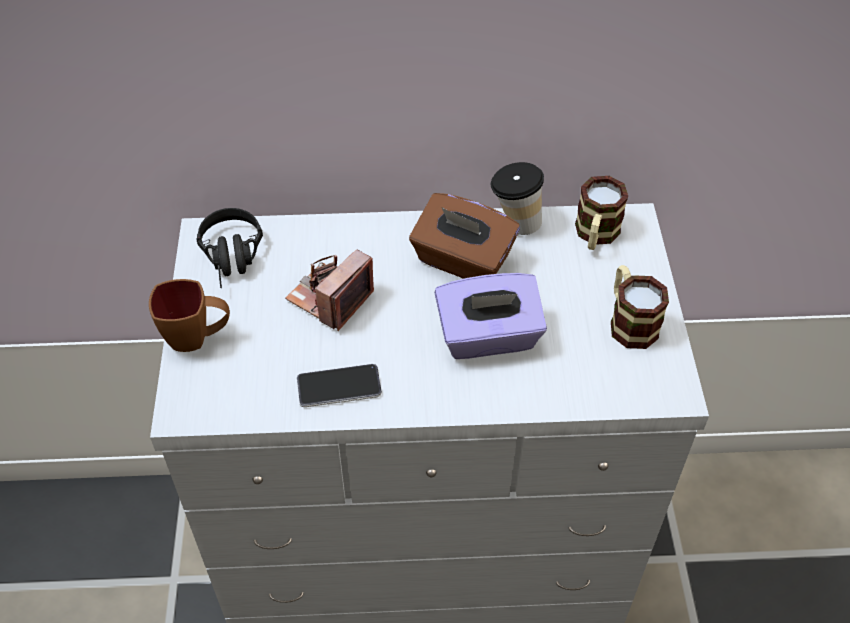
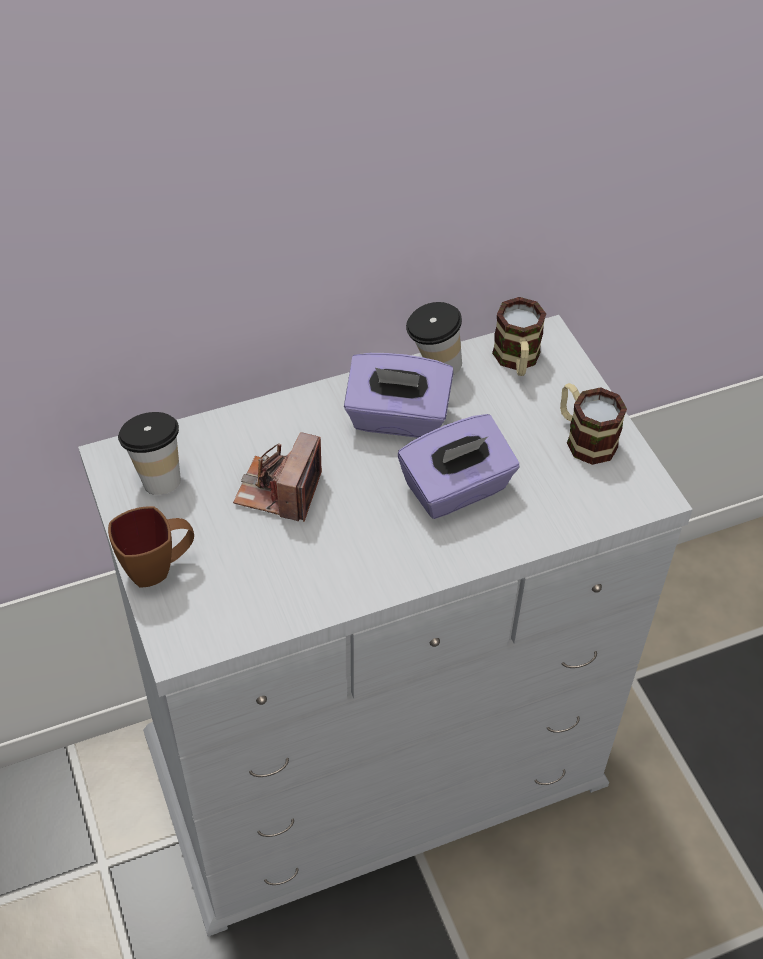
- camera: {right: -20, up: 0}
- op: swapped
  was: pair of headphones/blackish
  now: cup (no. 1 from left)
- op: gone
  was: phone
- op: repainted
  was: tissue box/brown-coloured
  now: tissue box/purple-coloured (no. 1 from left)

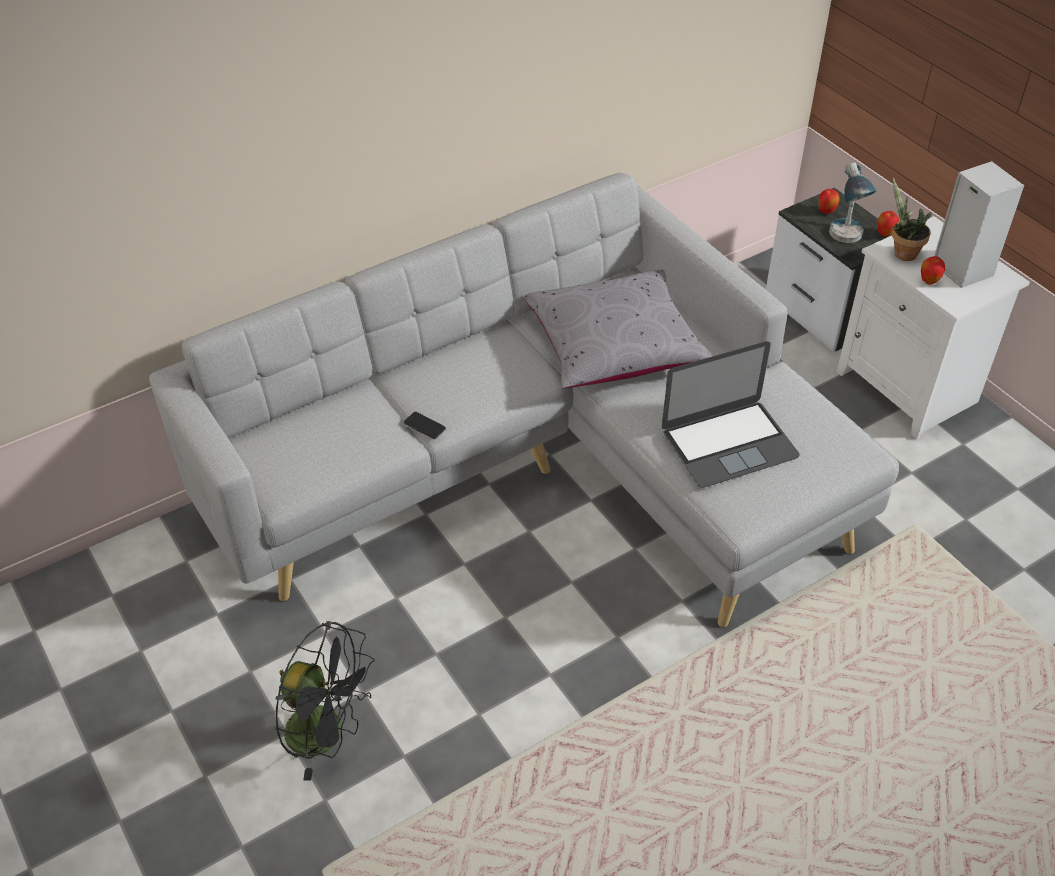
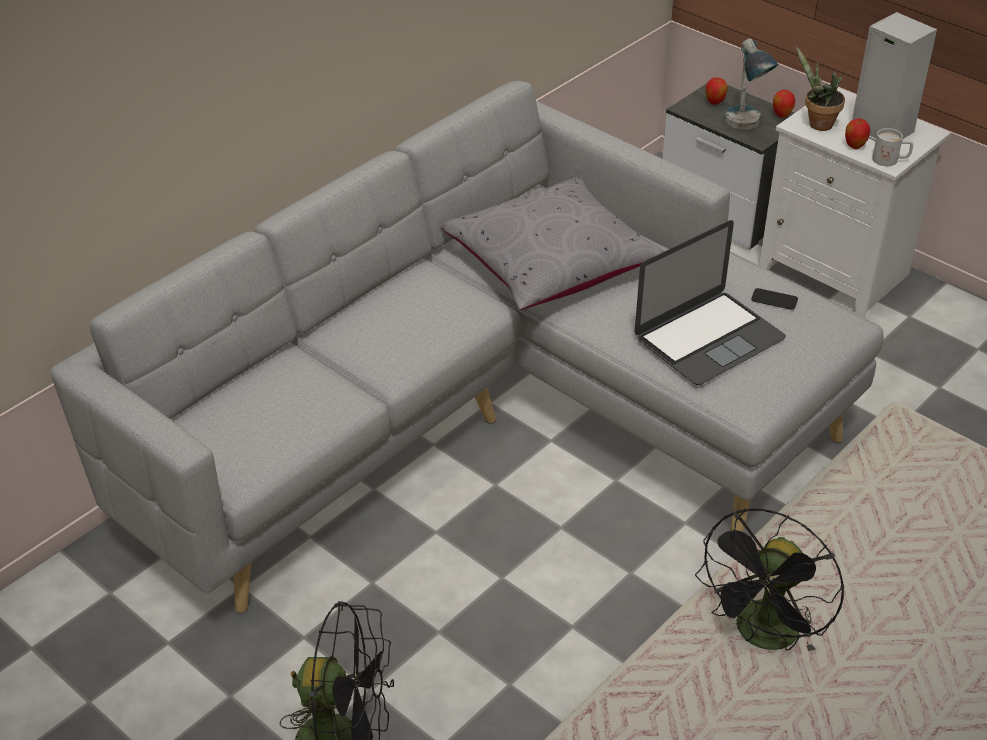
- camera: {right: -15, up: -5}
- op: shifted
  was: phone
- op: new
  now: electric fan/blackish (no. 2 from left)
- op: new
  now: coffee mug/white-coloured

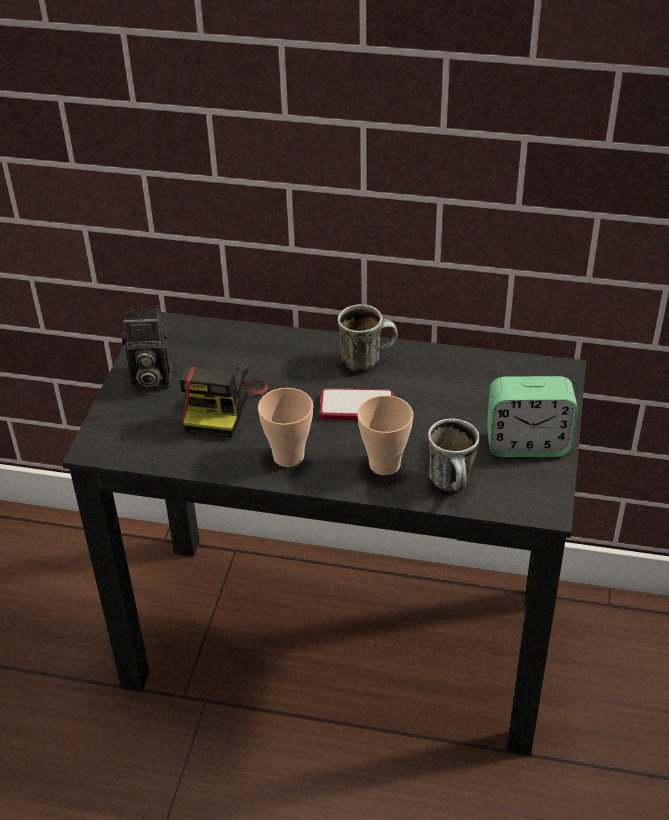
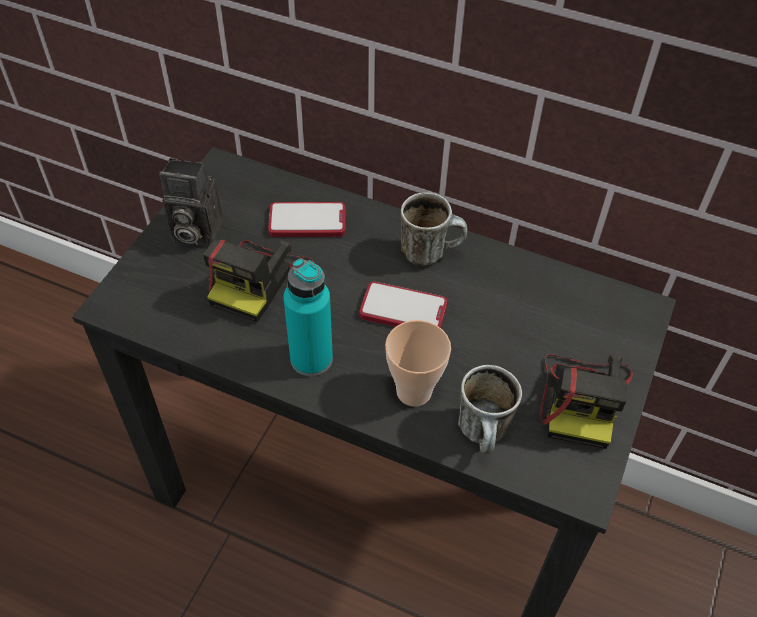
- camera: {right: 10, up: 10}
- op: swapped
  was: cup (no. 1 from left)
  now: drink bottle/blue-green
- op: swapped
  was: bedside clock
  now: photo camera (no. 3 from left)
- op: new
  now: phone (no. 1 from left)

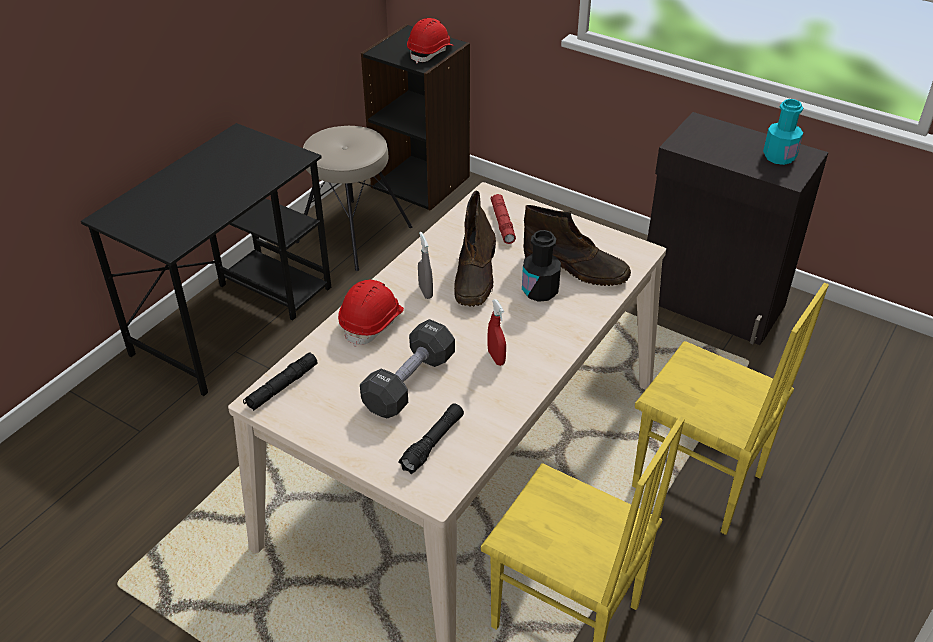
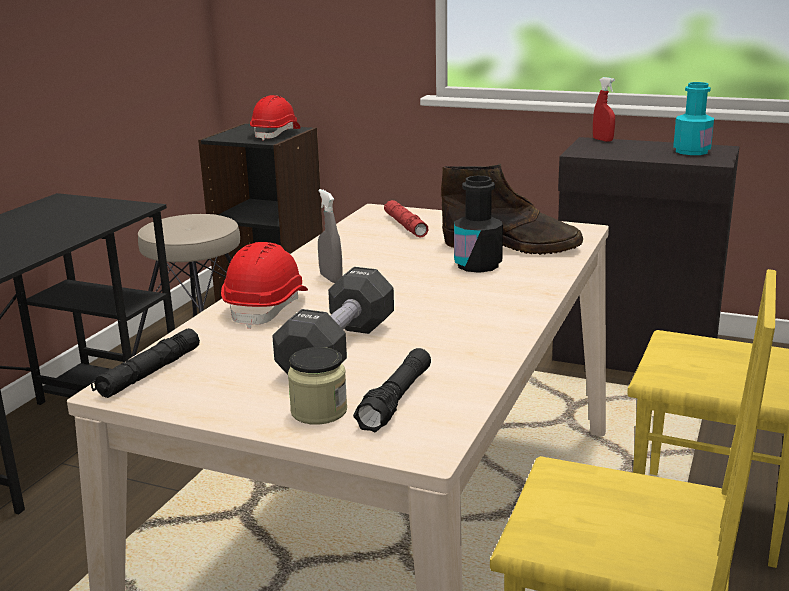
- camera: {right: -10, up: -20}
- op: gone
  was: tall boot/brown-coloured (no. 1 from left)
- op: shifted
  was: spray bottle/red-coloured
- op: new
  now: preserve jar

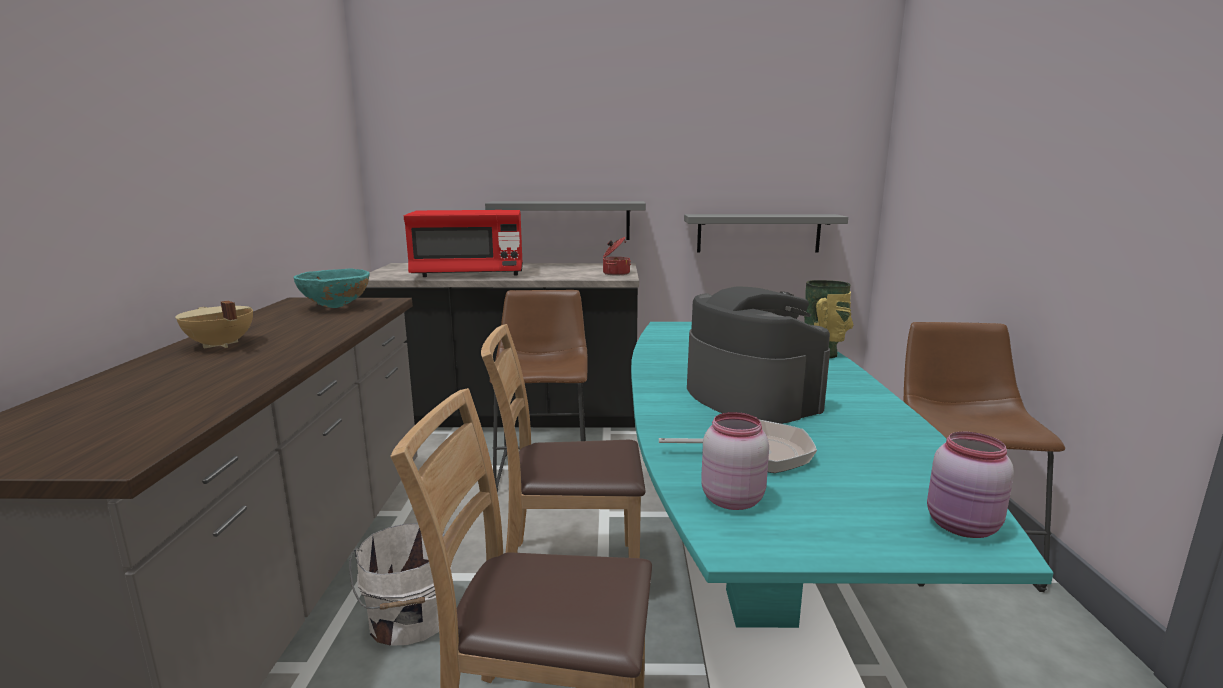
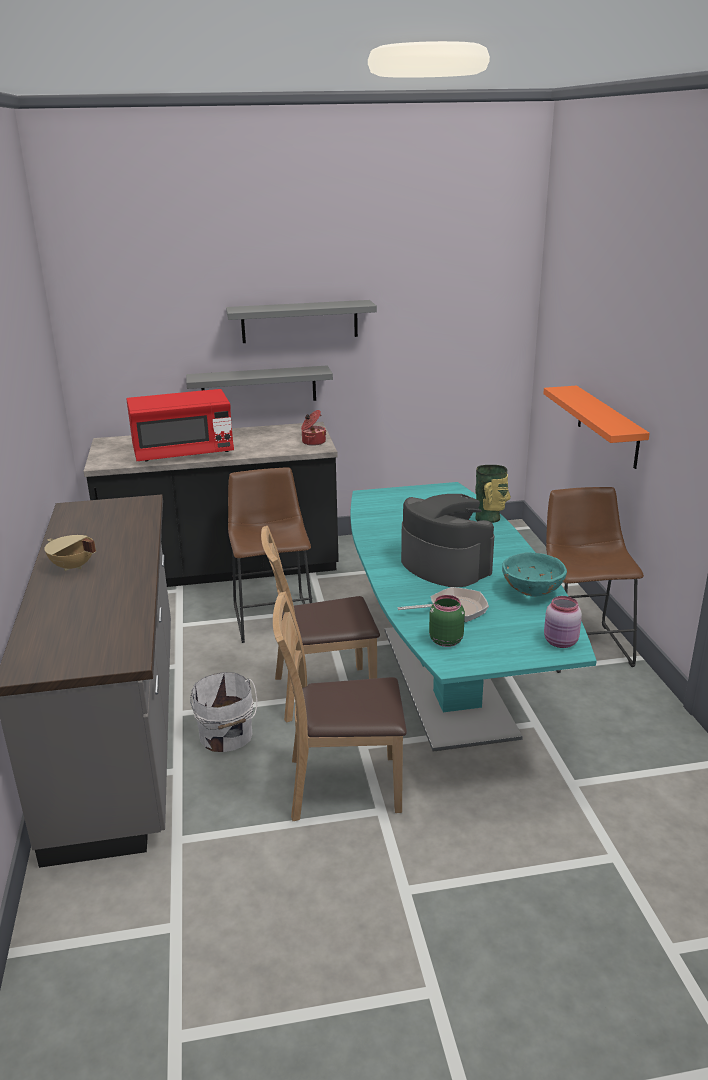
- camera: {right: -10, up: 10}
- op: shifted
  was: deep dish/blue-green
- op: shifted
  was: bracket shelf/greyish (no. 2 from left)
- op: repainted
  was: preserve jar/pinkish (no. 1 from left)
  now: preserve jar/green-coloured
- op: new
  now: bracket shelf/orangey

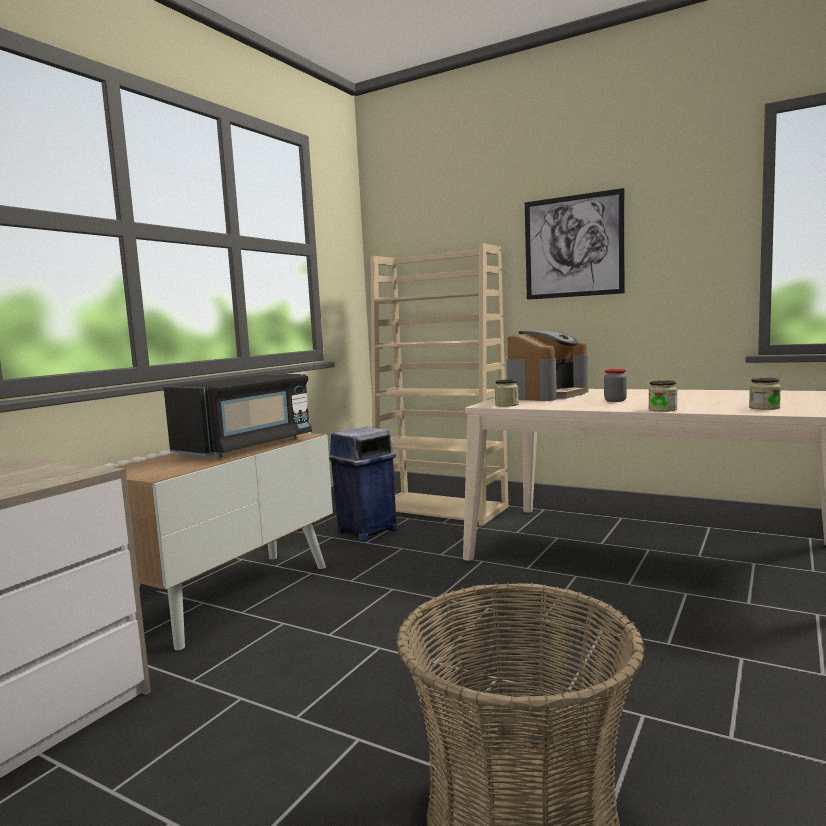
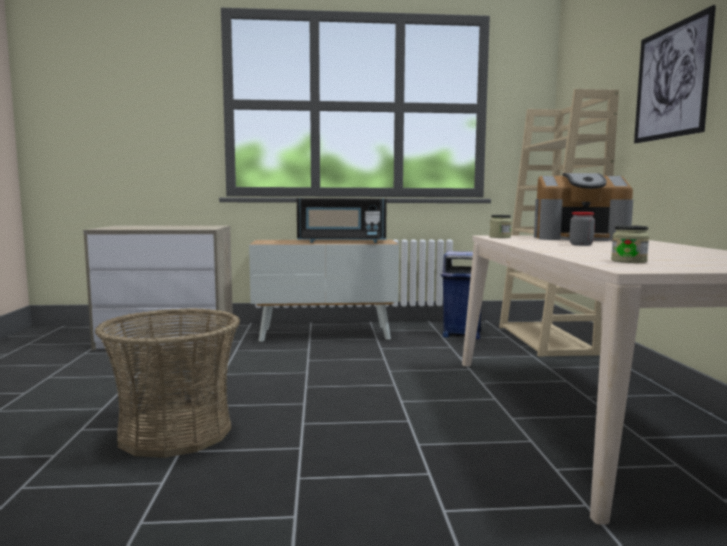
- camera: {right: 55, up: 0}
- op: gone
  was: preserve jar (no. 3 from left)

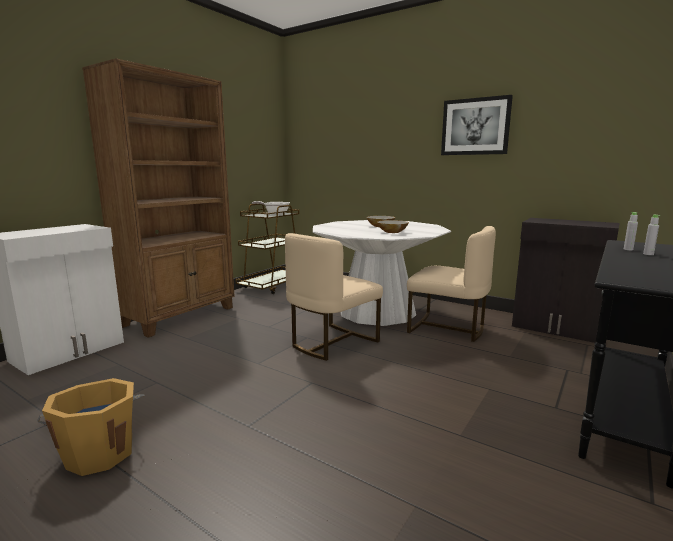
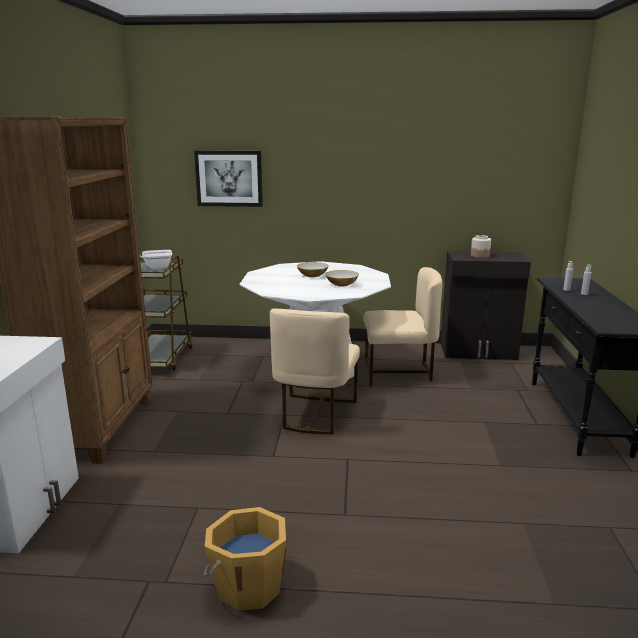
- camera: {right: -30, up: 5}
- op: shifted
  was: wall picture
- op: new
  now: preserve jar

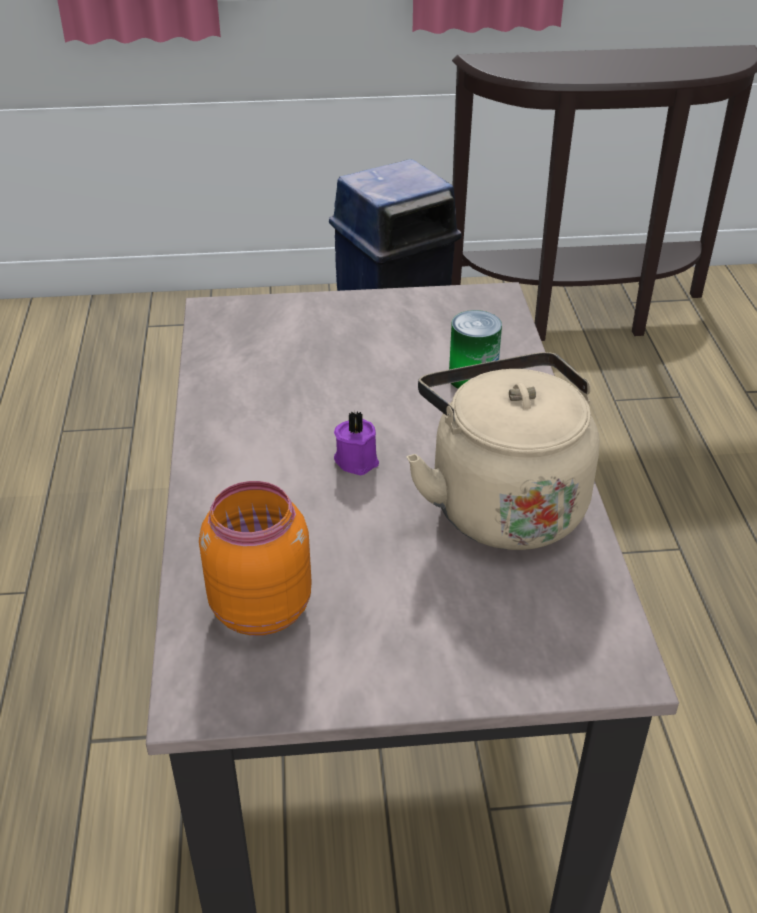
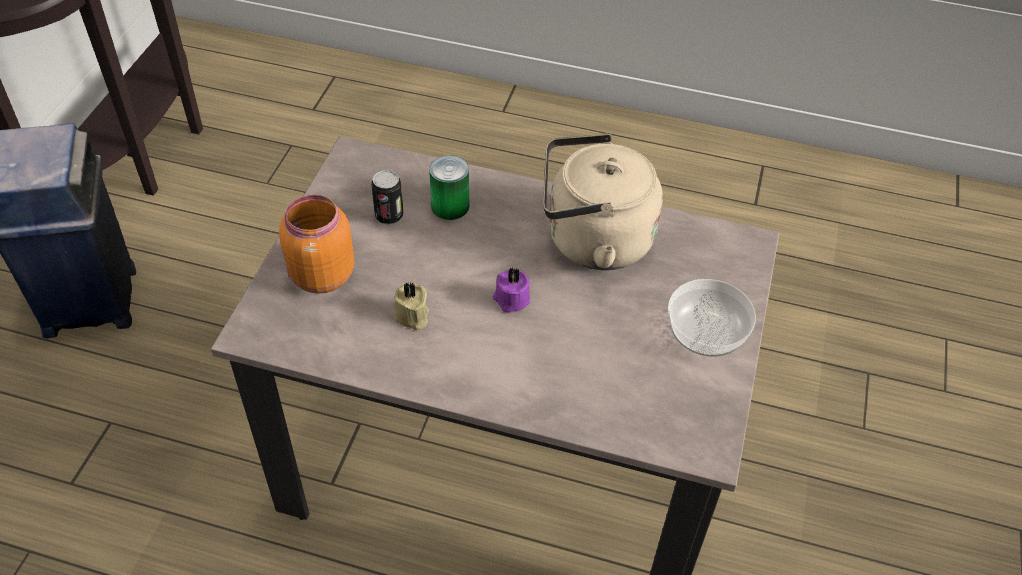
- camera: {right: -70, up: 10}
- op: shifted
  was: preserve jar/orangey
- op: new
  now: metal can (no. 1 from left)
- op: new
  now: wax candle/sand-coloured
- op: new
  now: deep dish

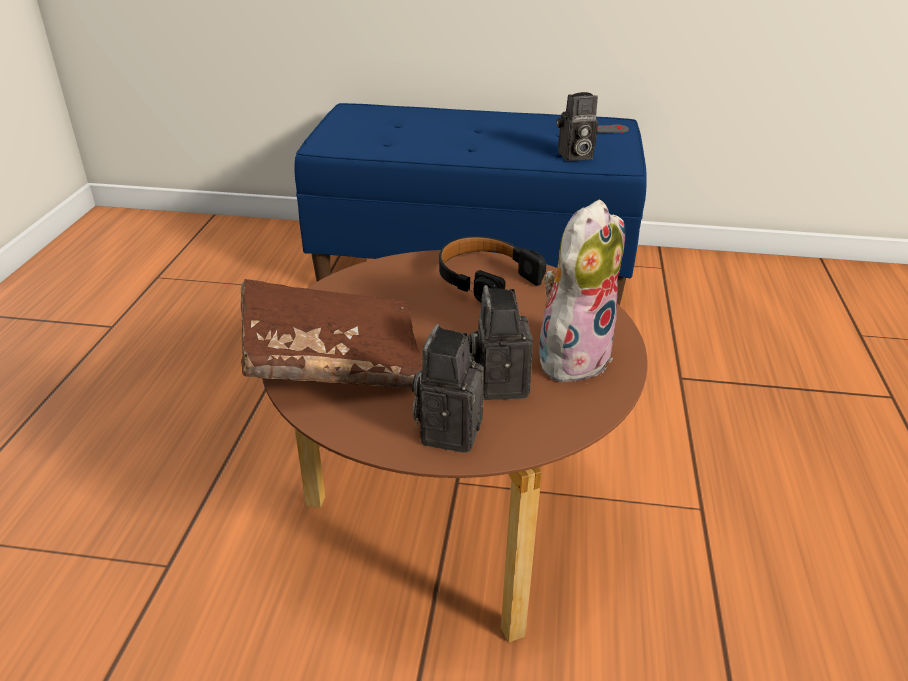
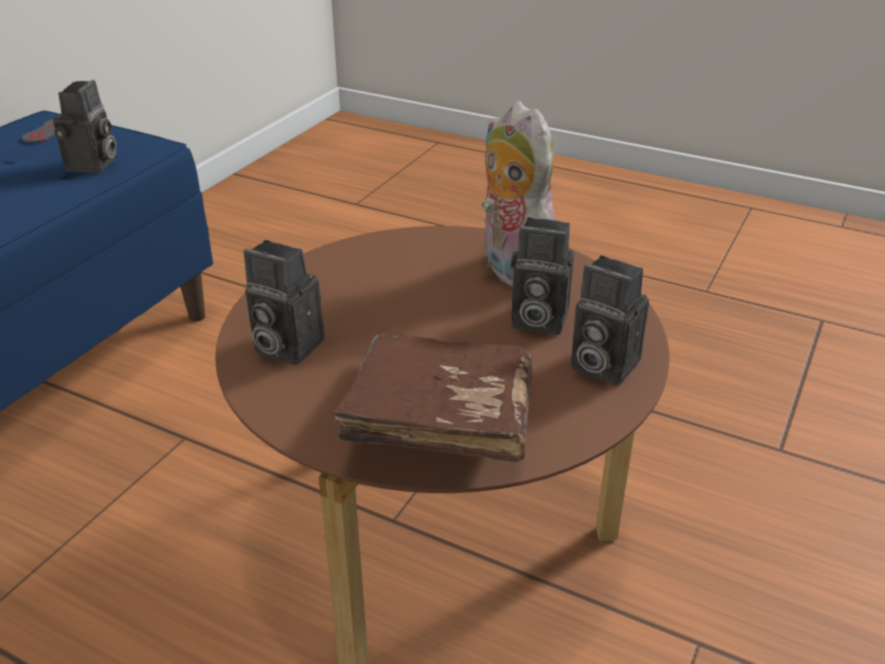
- camera: {right: -70, up: 0}
- op: gone
  was: pair of headphones/blackish
- op: new
  now: photo camera (no. 2 from left)

